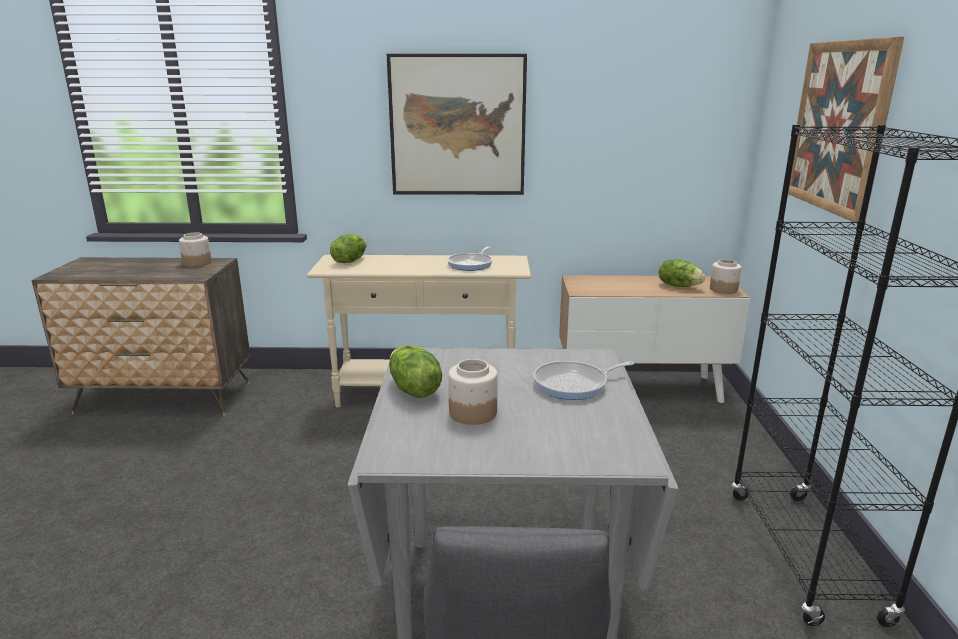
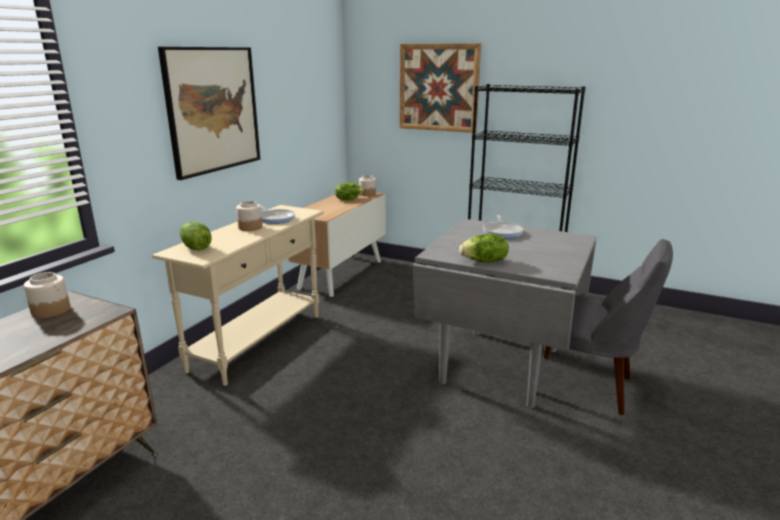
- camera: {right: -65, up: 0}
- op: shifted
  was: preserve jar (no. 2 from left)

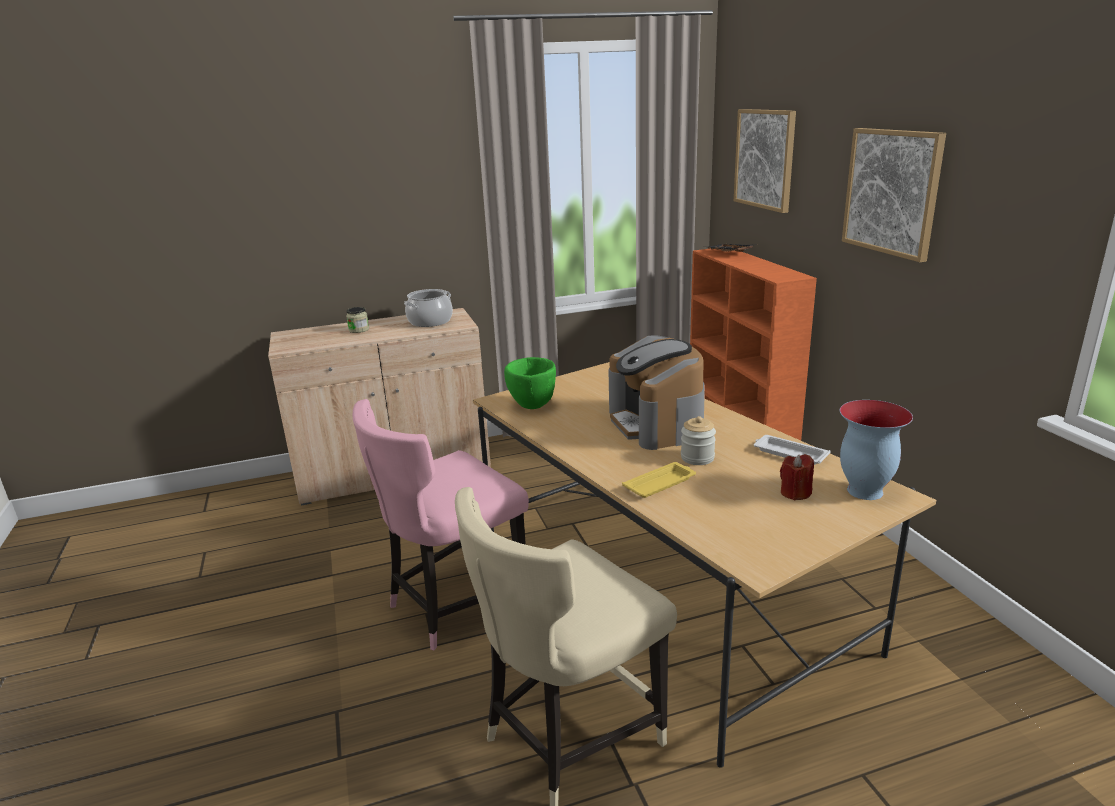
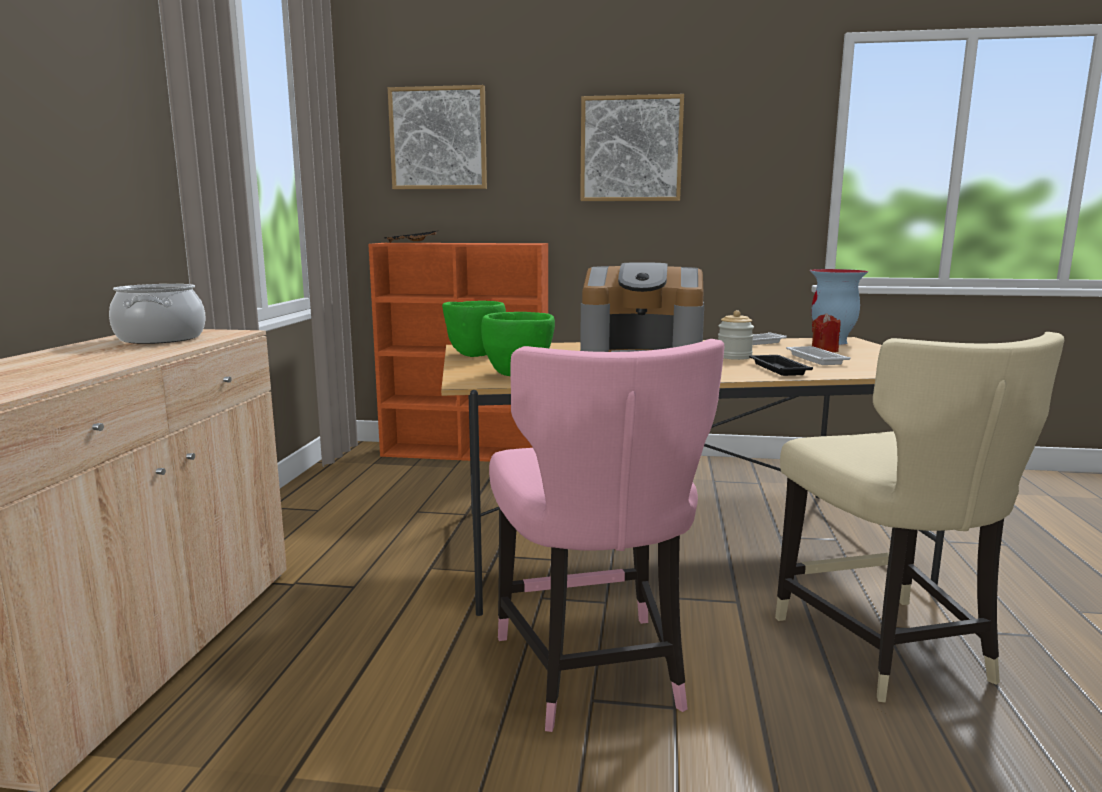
- camera: {right: -65, up: -10}
- op: gone
  was: preserve jar (no. 1 from left)
- op: repainted
  was: carrying tray/yellow
  now: carrying tray/blackish (no. 2 from left)
- op: new
  now: deep dish/green-coloured (no. 1 from left)
- op: new
  now: carrying tray/white-coloured (no. 2 from left)

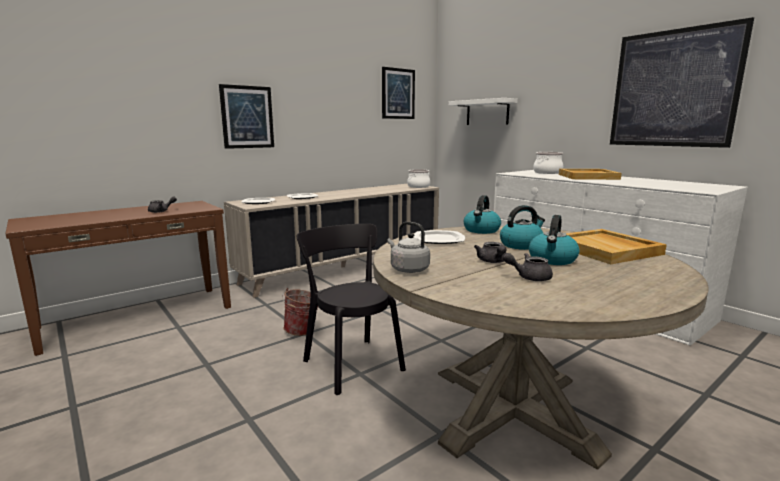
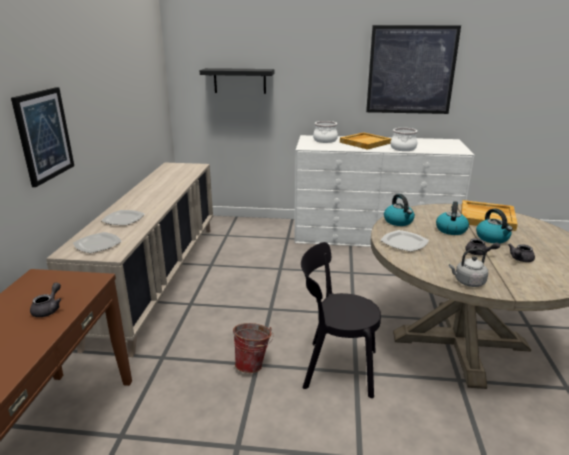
- camera: {right: -45, up: 10}
- op: gone
  was: wall picture (no. 2 from left)
- op: shifted
  was: stockpot (no. 1 from left in the first image)
  now: stockpot (no. 2 from left)
- op: repainted
  was: bracket shelf/white-coloured
  now: bracket shelf/blackish

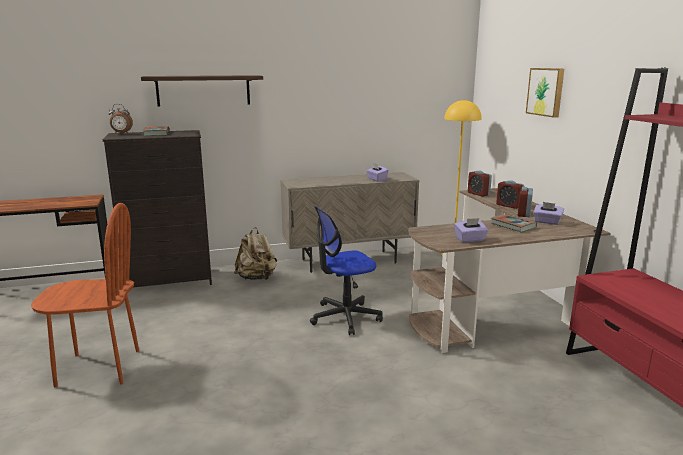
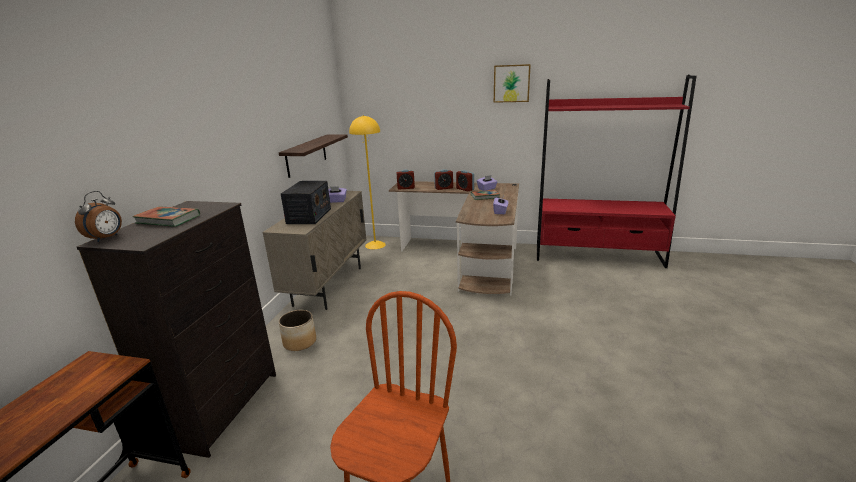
- camera: {right: -60, up: 5}
- op: shifted
  was: bracket shelf
- op: swapped
  was: backpack/sand-coloured
  now: plant pot
- op: gone
  was: office chair
- op: shifted
  was: wall picture
- op: new
  now: radio

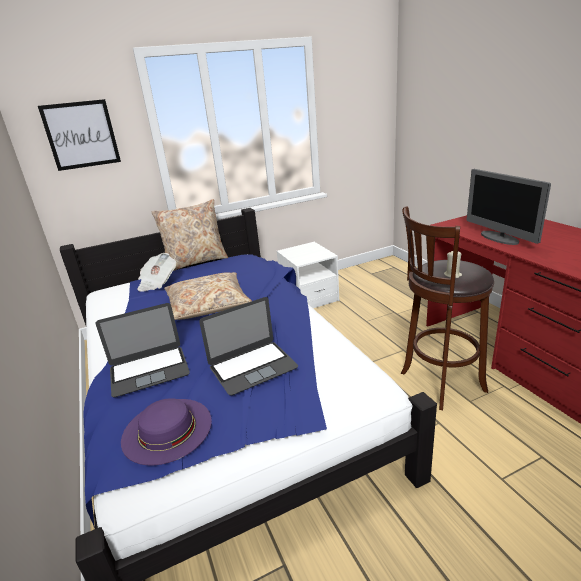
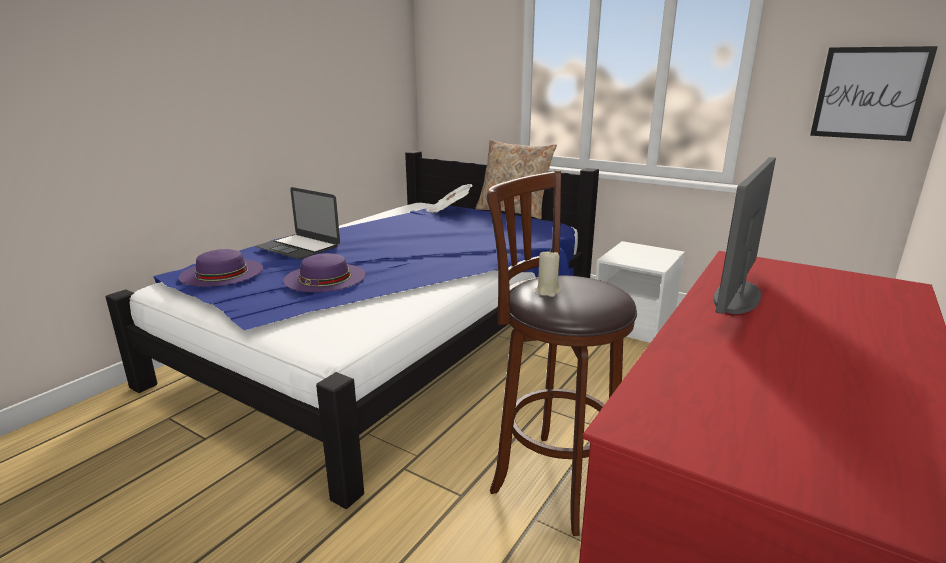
- camera: {right: 55, up: -5}
- op: shifted
  was: wall picture
- op: gone
  was: pillow/sand-coloured (no. 2 from left)
- op: swapped
  was: portable computer (no. 2 from left)
  now: clothing hat/purple-coloured (no. 2 from left)

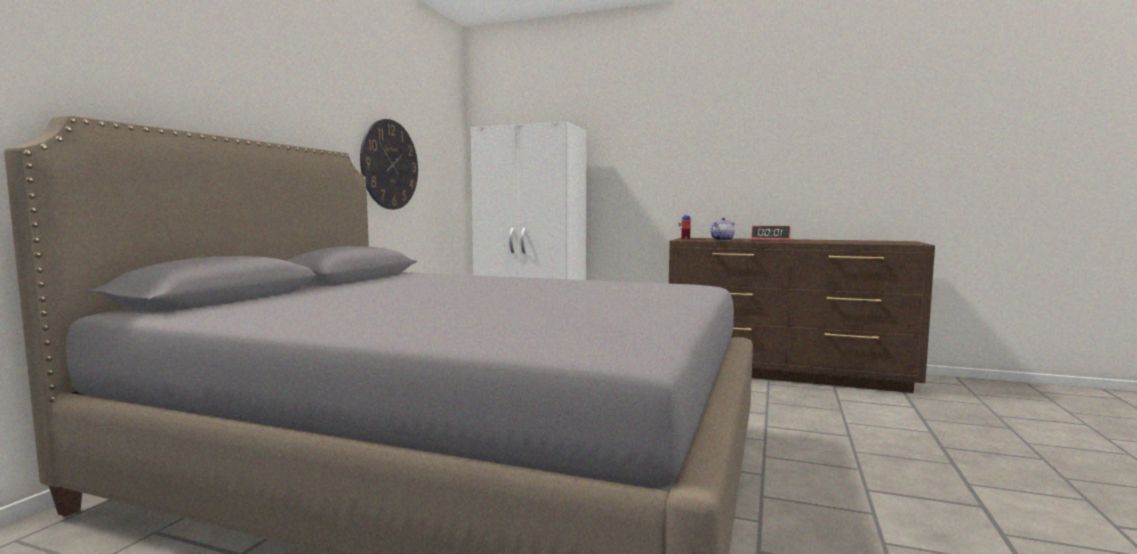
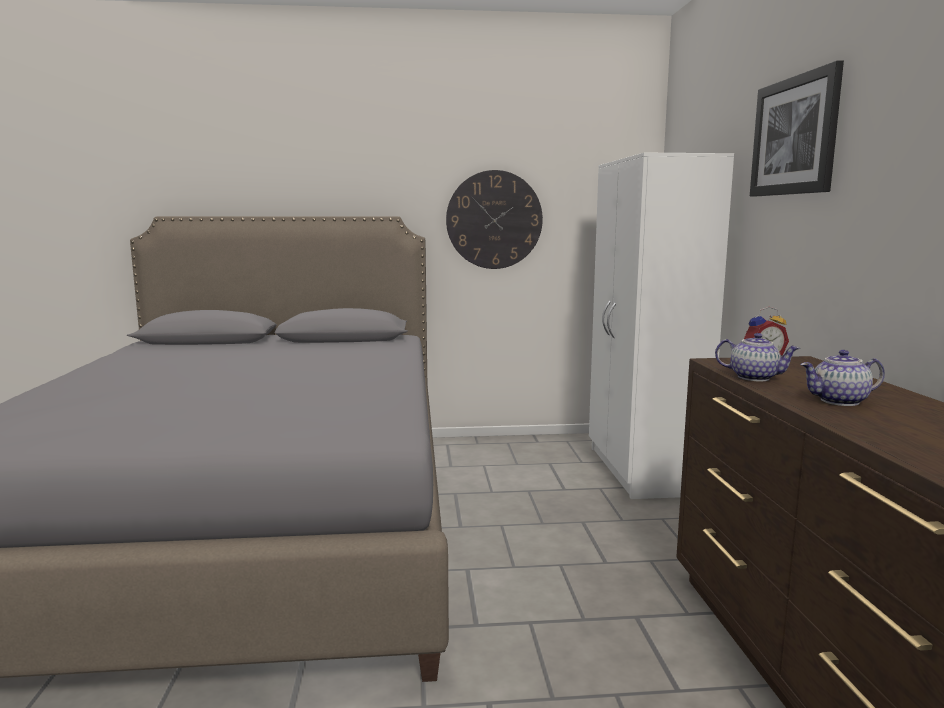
- camera: {right: 65, up: 5}
- op: swapped
  was: bedside clock (no. 2 from left)
  now: tea pot (no. 2 from left)
- op: new
  now: wall picture

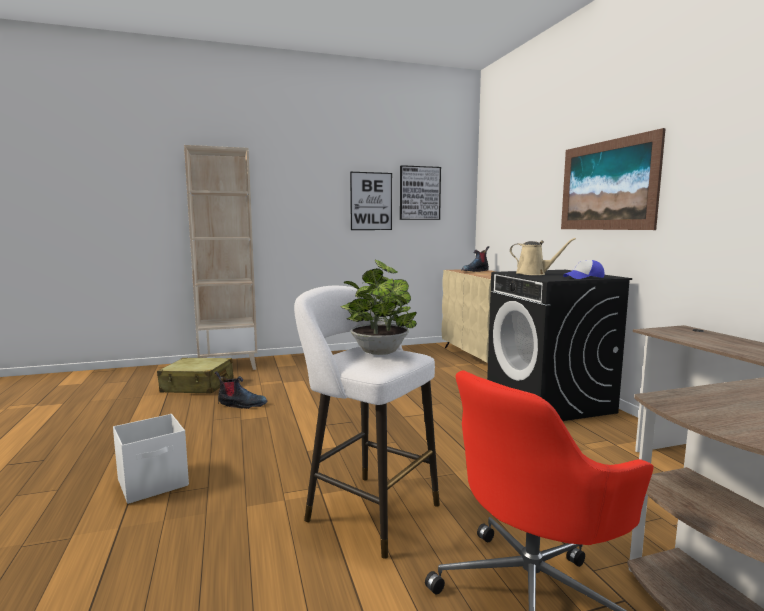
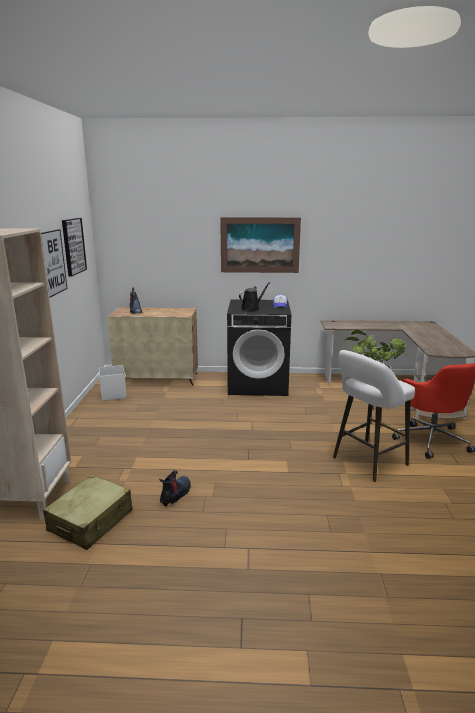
- camera: {right: -70, up: 10}
- op: shifted
  was: storage bin/white-coloured
- op: repainted
  was: watering pot/sand-coloured
  now: watering pot/blackish

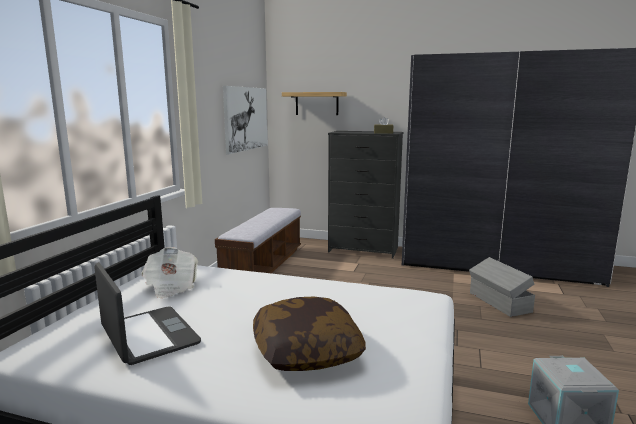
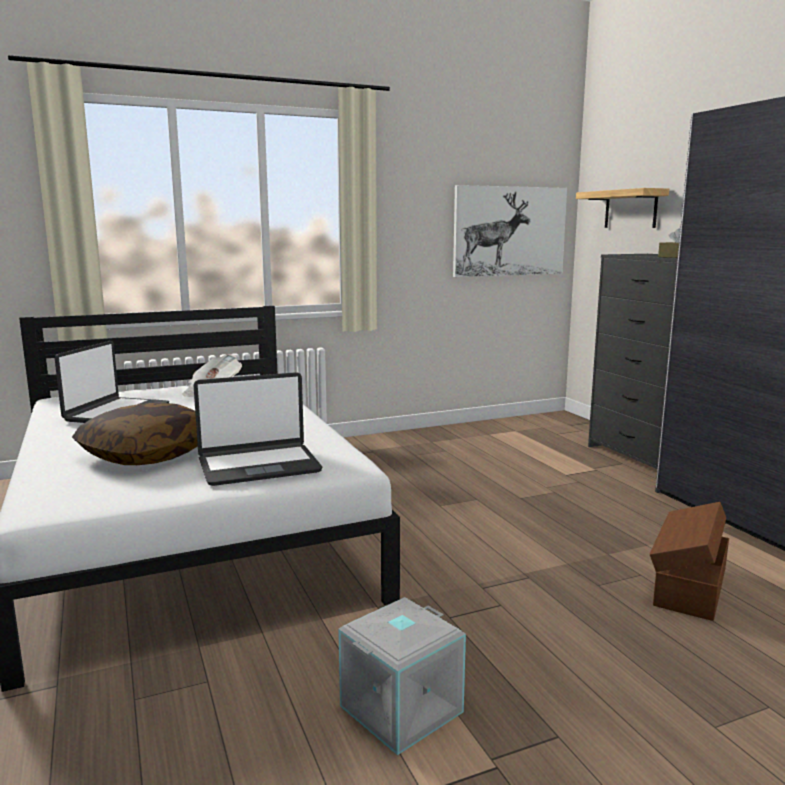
- camera: {right: 50, up: 0}
- op: gone
  was: bench
- op: repainted
  was: storage bin/greyish (no. 1 from left)
  now: storage bin/brown-coloured
- op: new
  now: portable computer (no. 2 from left)

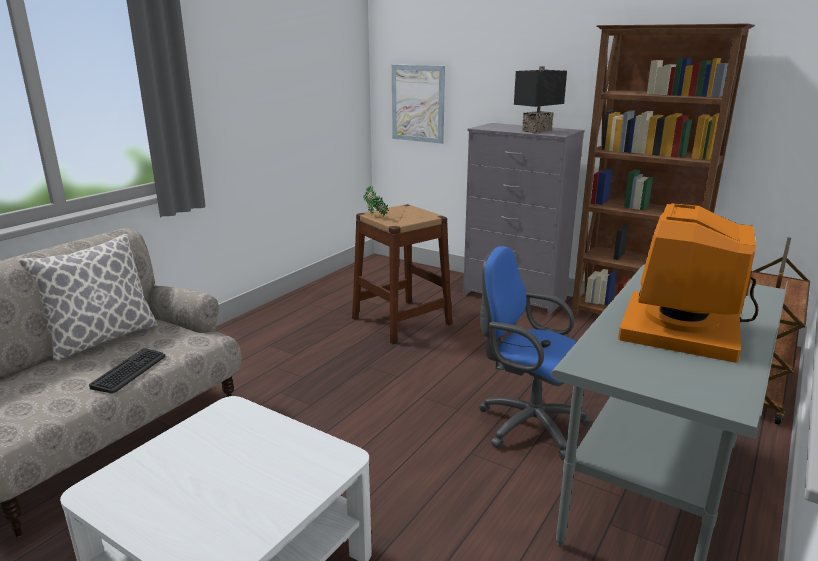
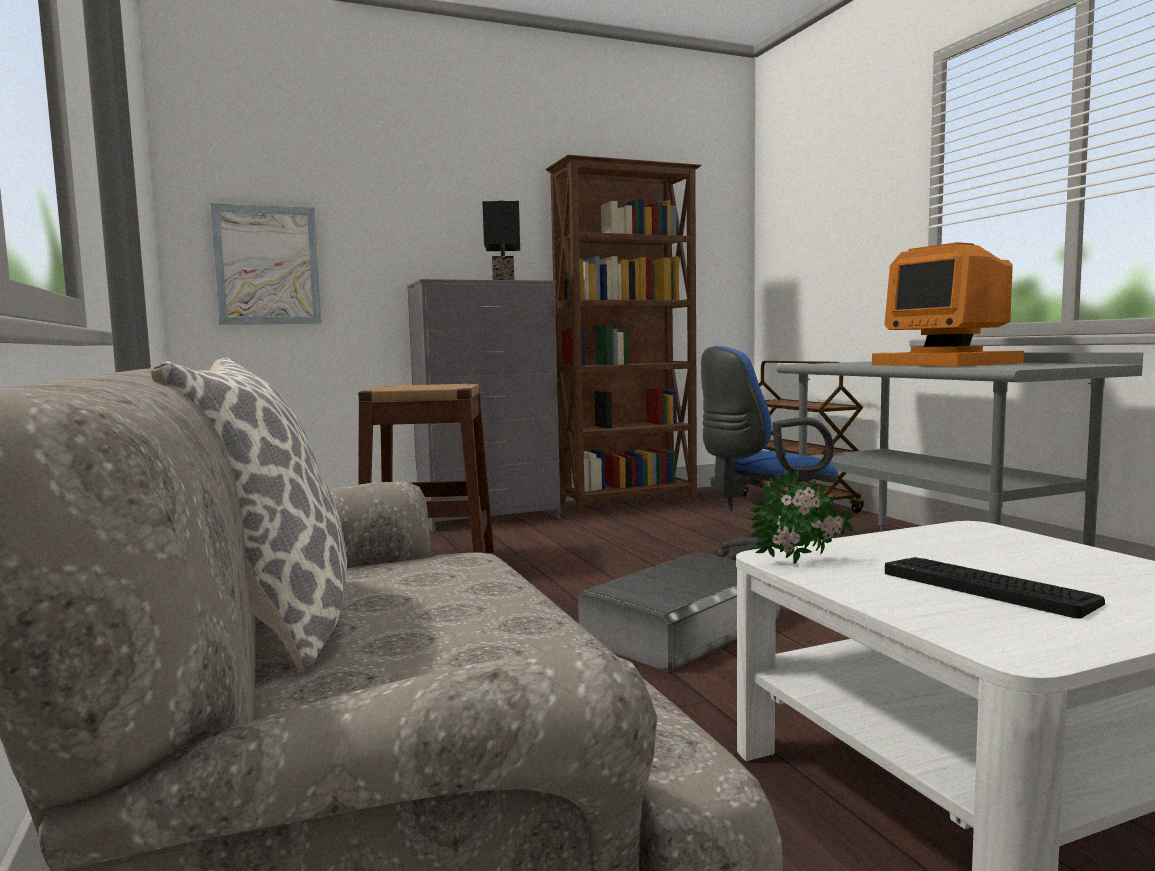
- camera: {right: -55, up: -15}
- op: shifted
  was: PC keyboard
- op: shifted
  was: houseplant
- op: new
  now: storage bin/greyish

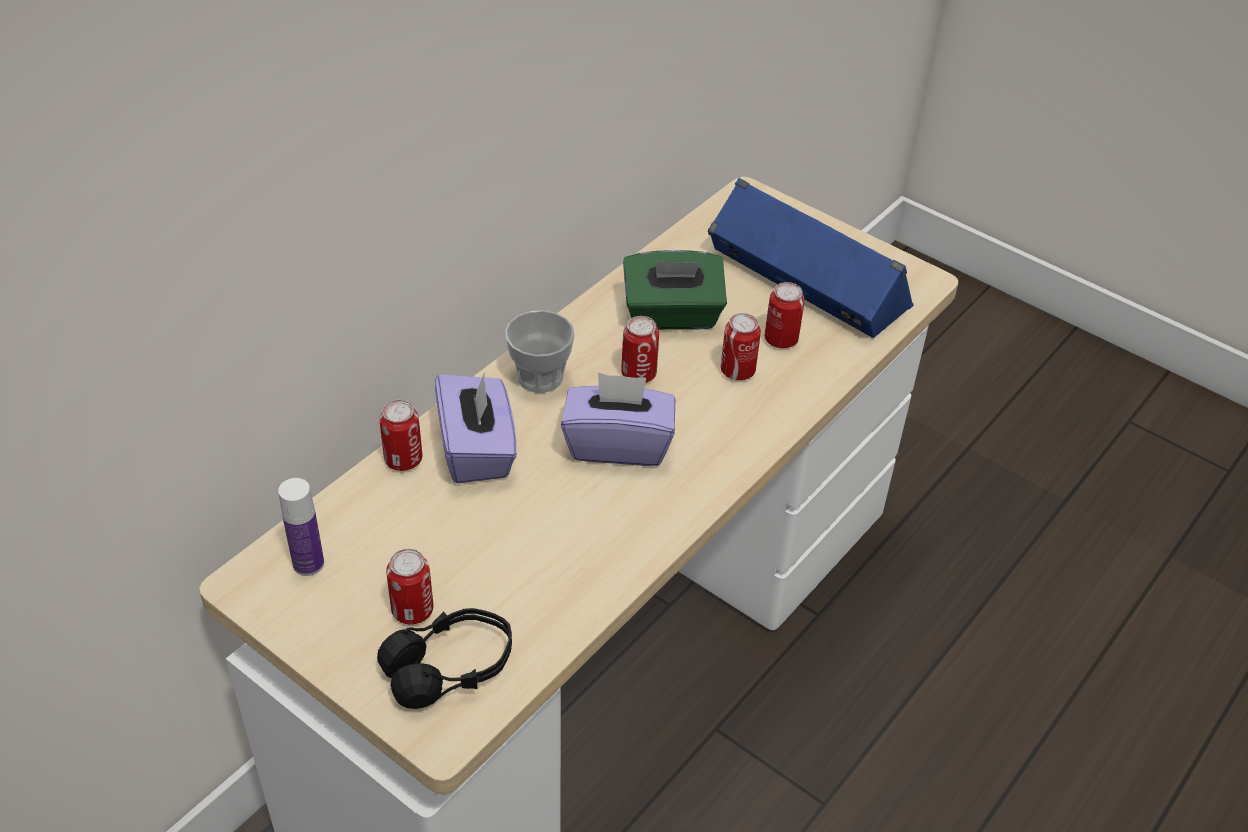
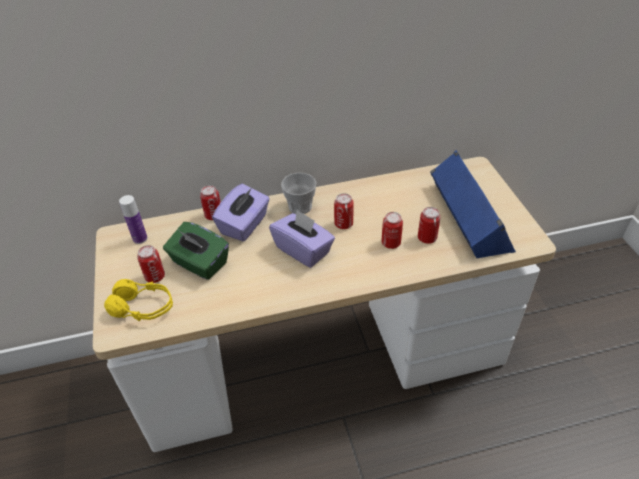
- camera: {right: 40, up: 0}
- op: repainted
  was: pair of headphones/blackish
  now: pair of headphones/yellow
- op: shifted
  was: tissue box/green-coloured

